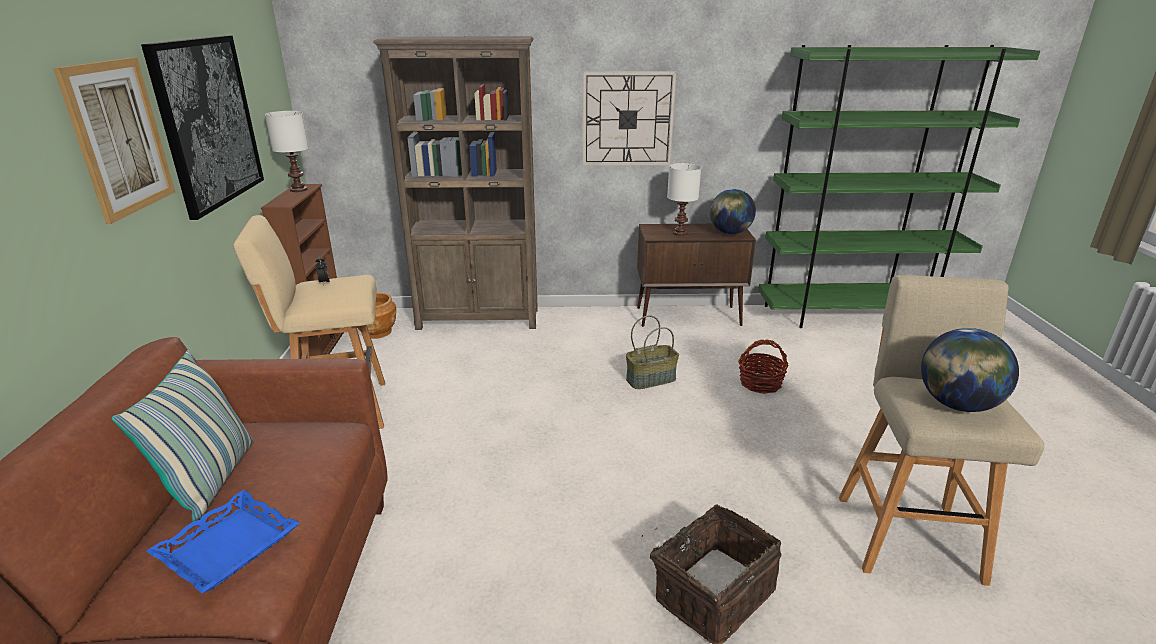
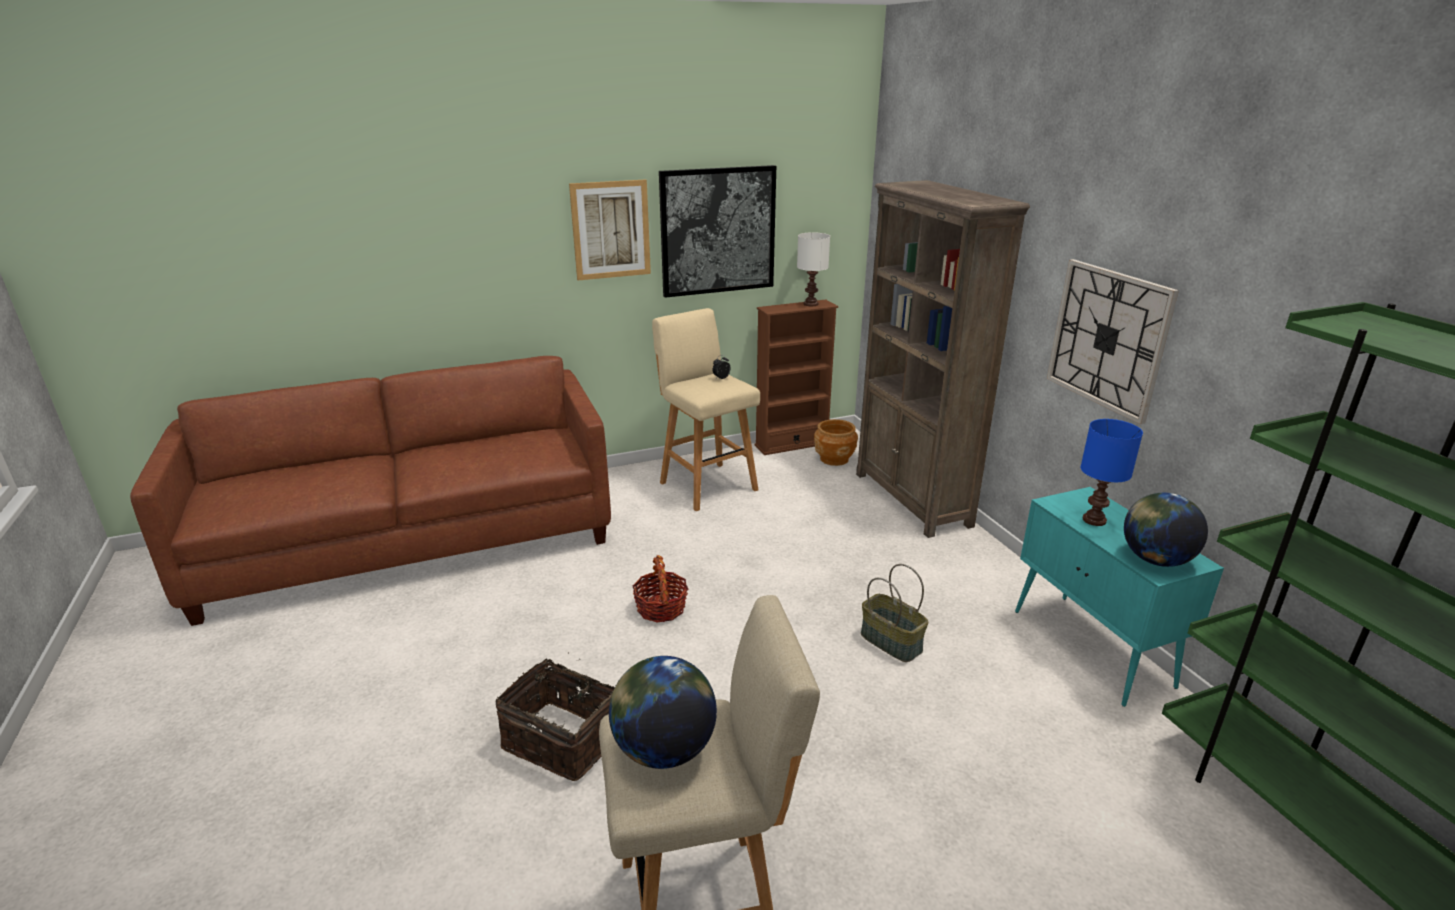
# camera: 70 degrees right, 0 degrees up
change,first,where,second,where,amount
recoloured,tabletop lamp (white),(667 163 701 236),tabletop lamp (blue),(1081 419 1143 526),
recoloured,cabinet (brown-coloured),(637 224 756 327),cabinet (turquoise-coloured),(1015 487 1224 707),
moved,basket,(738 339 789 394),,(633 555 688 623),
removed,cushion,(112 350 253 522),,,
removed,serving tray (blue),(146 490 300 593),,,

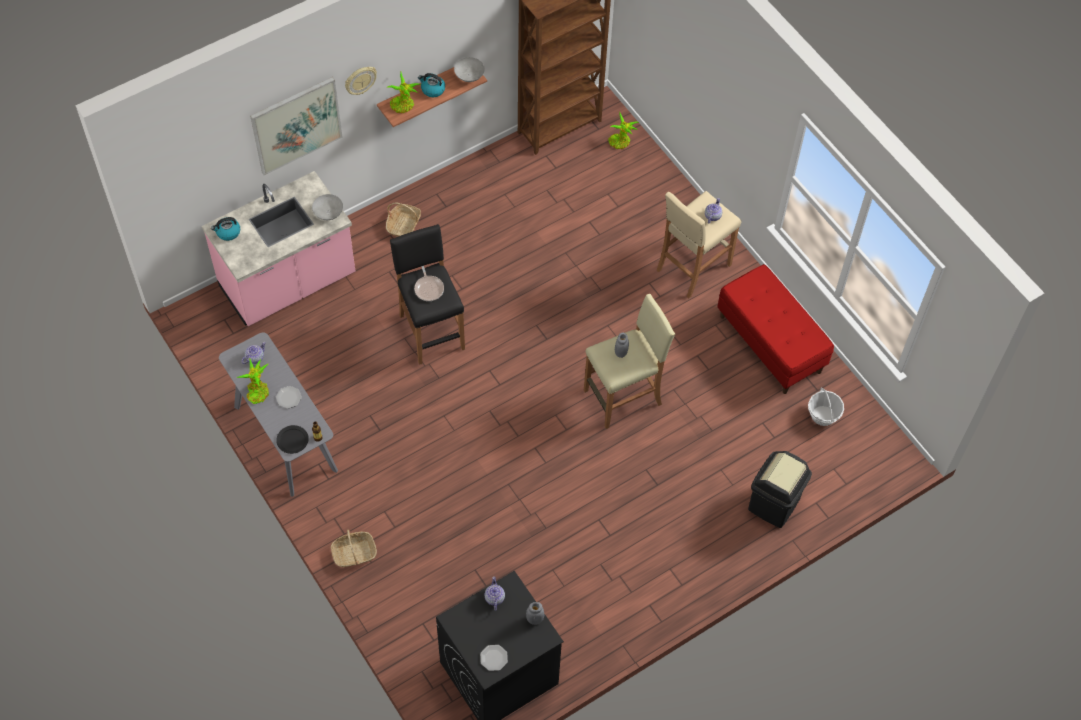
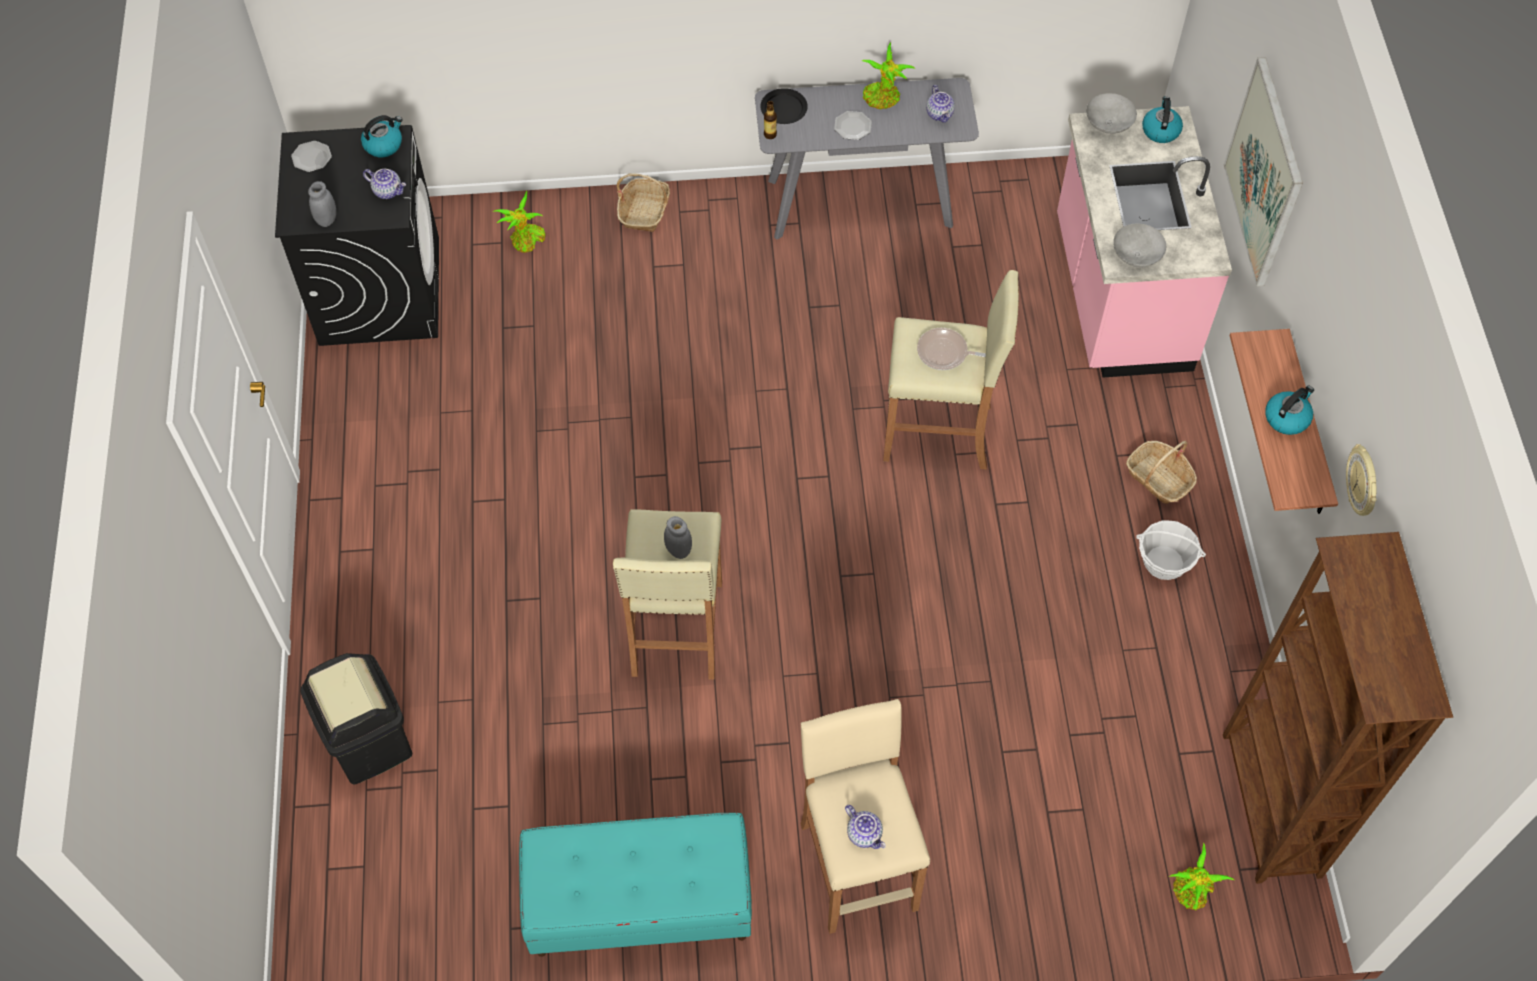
# camera: 120 degrees right, 0 degrees up
change,first,where,second,where,amount
moved,bowl (grey),(454 57 485 82),,(1086 93 1137 134),
moved,hanging clock,(345 67 377 95),,(1346 444 1377 516),
moved,plant in a pot,(388 72 421 113),,(494 190 545 253),
recoloured,stool (black-coloured),(390 224 465 365),stool (beige),(883 270 1019 470),
recoloured,long seat (red),(717 264 834 394),long seat (turquoise-coloured),(519 813 752 957),
moved,basket,(808 388 844 426),,(1136 520 1206 580),
added,,,tea kettle,(361 115 402 157),

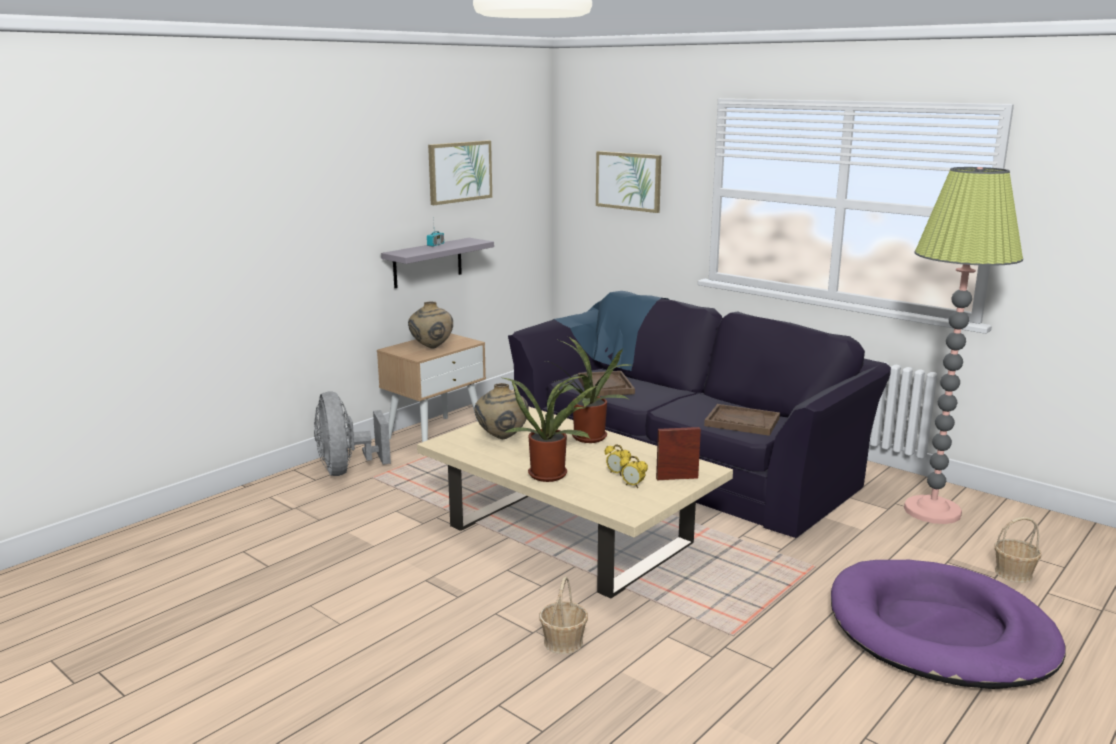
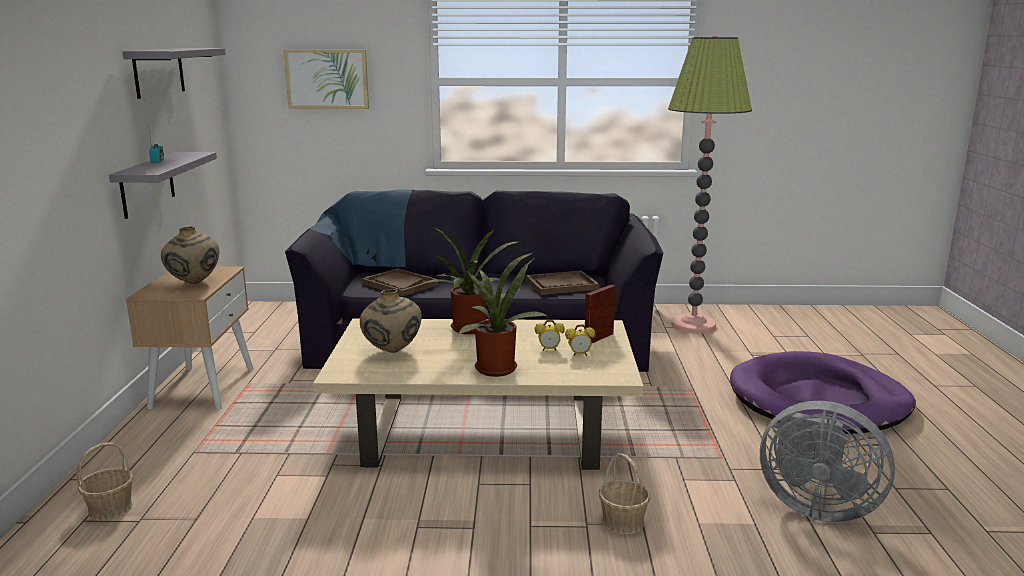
# camera: 40 degrees left, 0 degrees up
change,first,where,second,where,amount
replaced,wall picture,(428 140 492 205),shelf (grey),(123 48 226 99),
moved,cooling fan (grey),(314 392 391 476),,(760 401 895 523),
moved,basket,(994 517 1042 583),,(76 443 134 521),

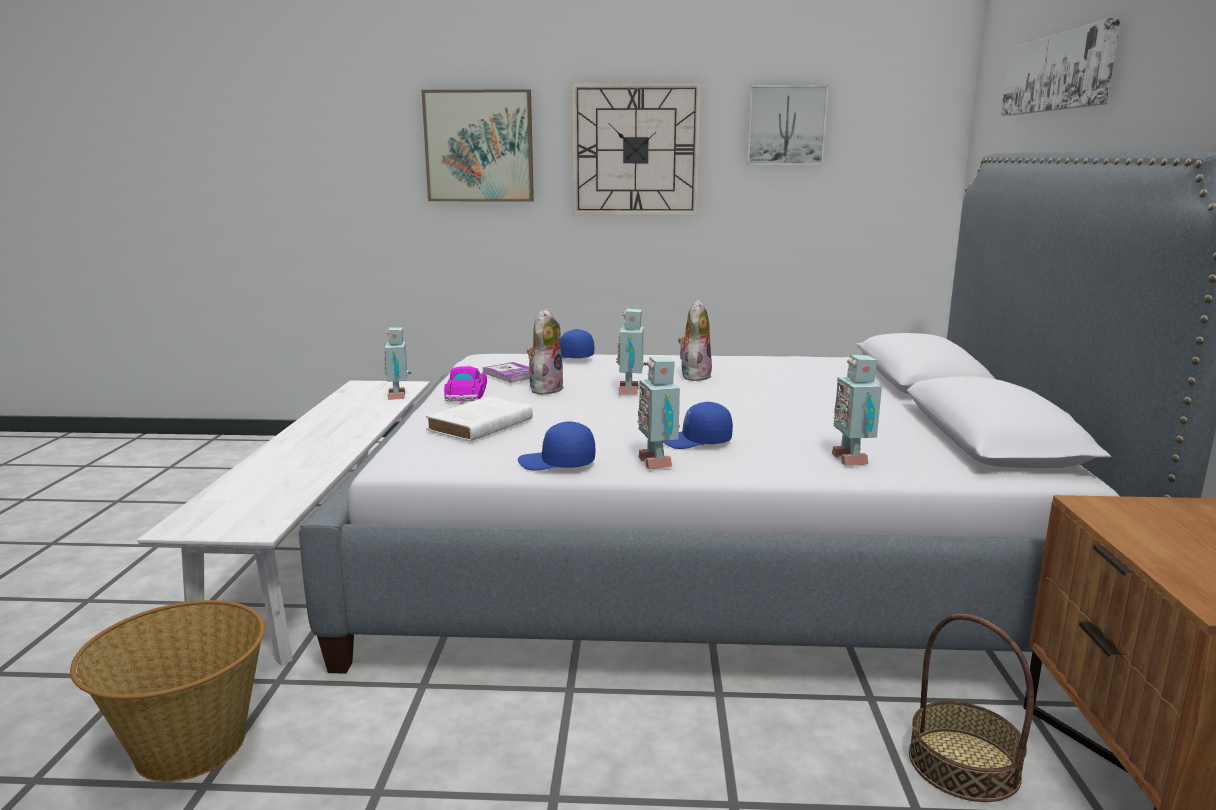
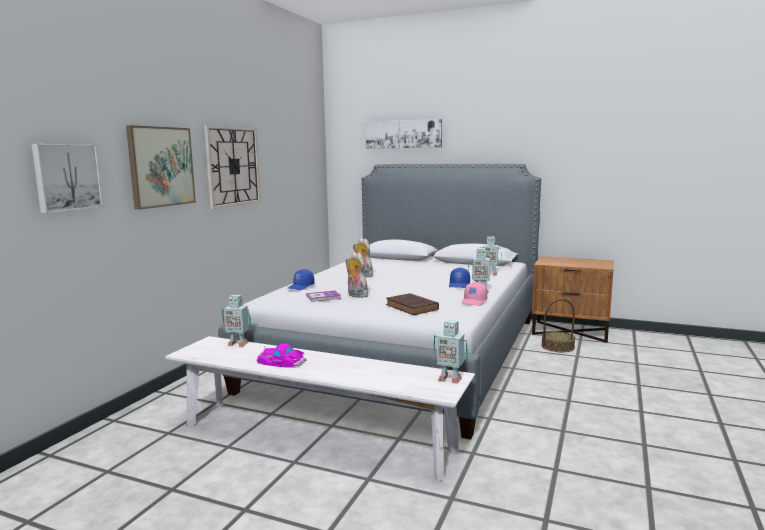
# camera: 70 degrees left, 5 degrees down
change,first,where,second,where,amount
moved,wall picture,(747 85 829 165),,(31 144 103 213),
moved,robot figure,(616 309 647 394),,(433 320 468 384),
moved,toy car,(444 365 487 401),,(256 343 307 368),
recoloured,volume (white),(426 396 533 442),volume (brown-coloured),(386 293 439 315),
recoloured,cap (blue),(518 421 595 471),cap (pink-coloured),(461 282 487 306),
removed,basket,(70 600 265 782),,,

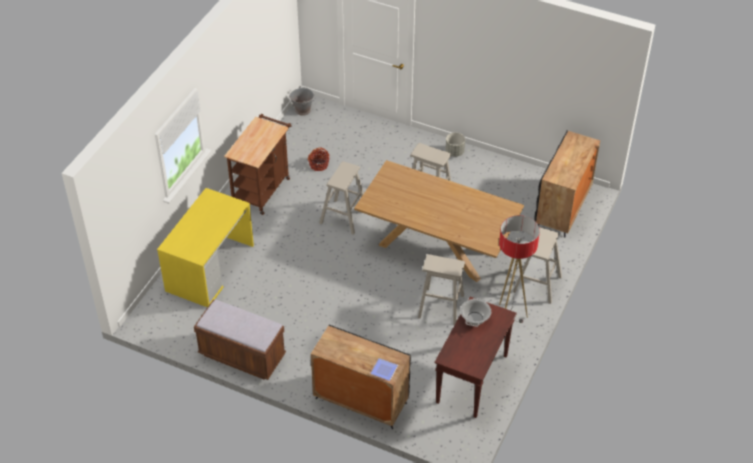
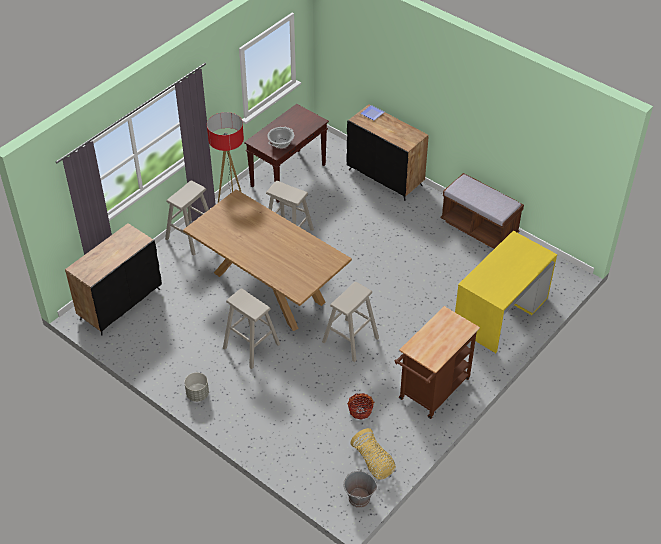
# camera: 165 degrees left, 0 degrees up
change,first,where,second,where,amount
added,,,basket,(350 428 396 480),

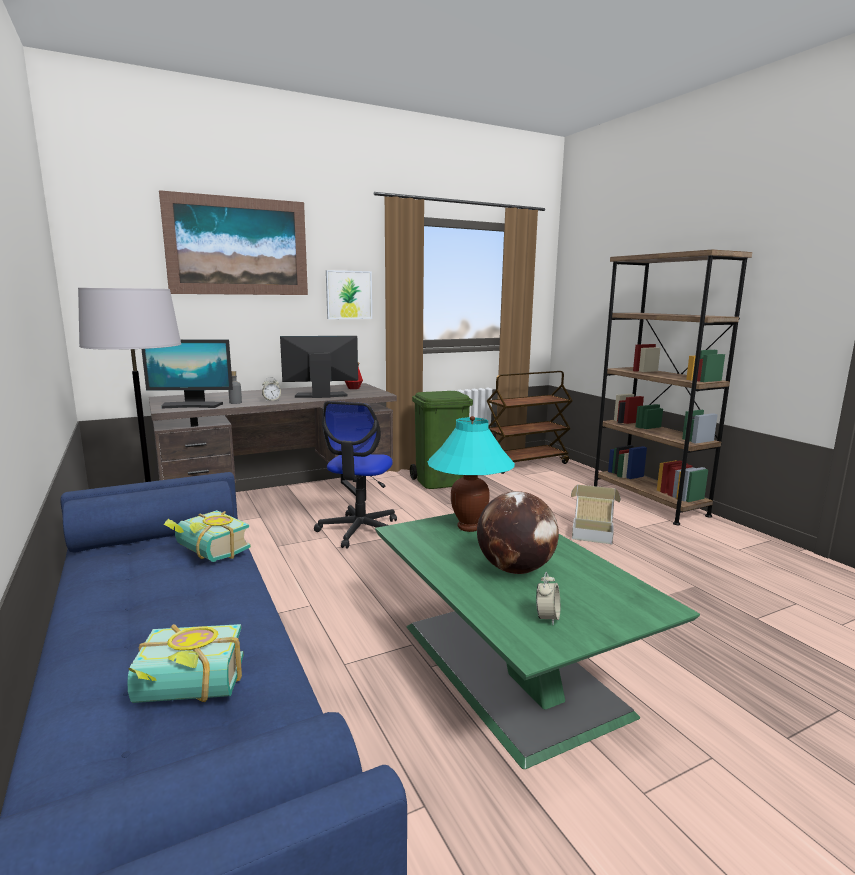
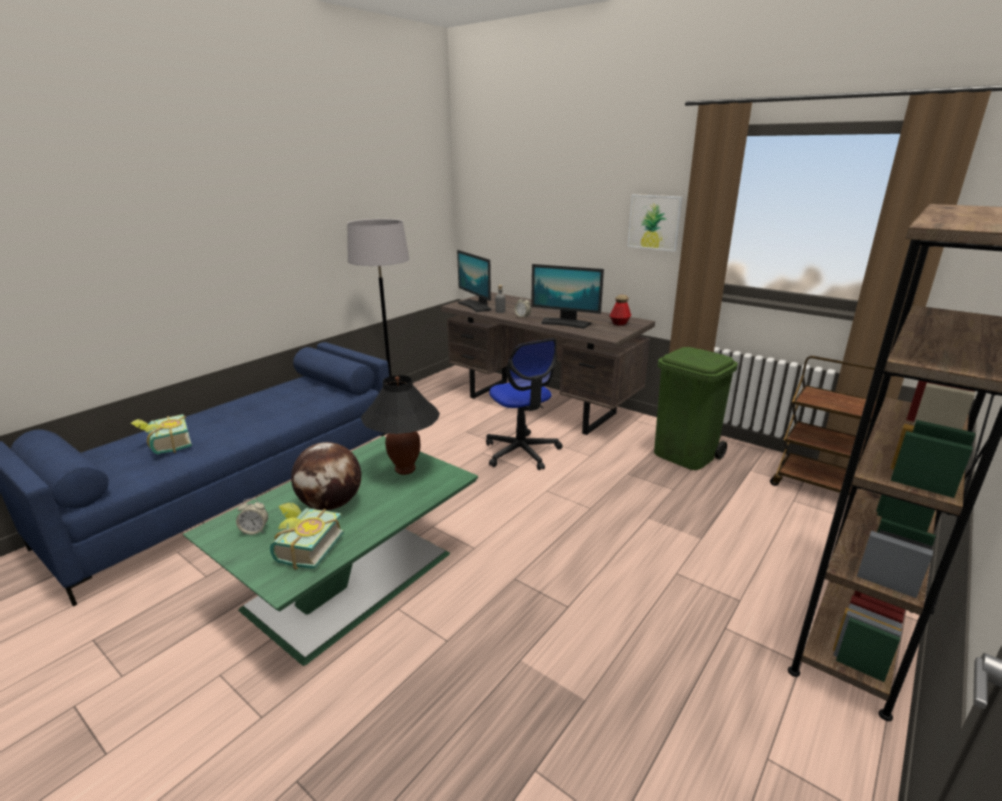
# camera: 65 degrees right, 10 degrees up
change,first,where,second,where,amount
removed,wall picture,(159 190 308 295),,,
turned,computer display,(280 336 358 398),,(531 264 604 329),150 degrees clockwise
turned,office chair,(314 401 397 549),,(486 338 562 470),105 degrees counterclockwise
recoloured,tabletop lamp (turquoise-coloured),(428 416 515 532),tabletop lamp (black-coloured),(361 375 440 475),
removed,carton,(571 485 621 544),,,
moved,volume,(164 510 251 562),,(270 502 344 570),

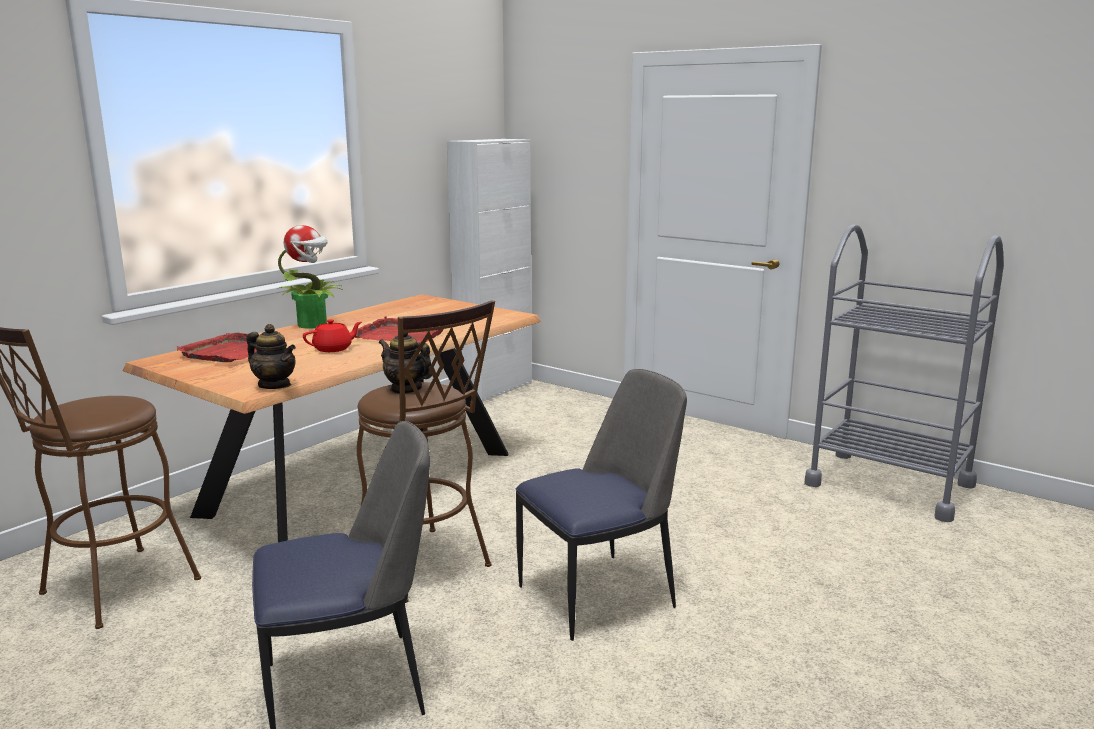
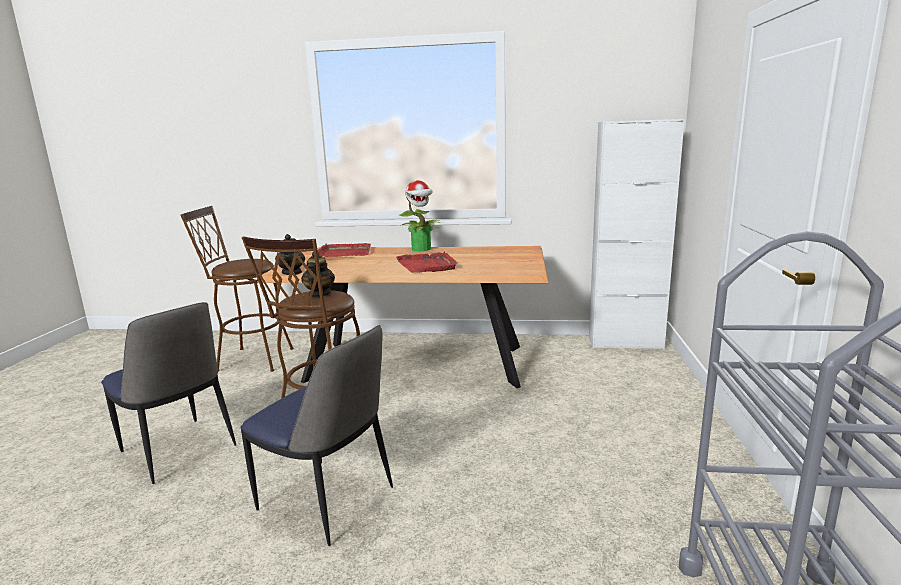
# camera: 60 degrees right, 0 degrees up
change,first,where,second,where,amount
removed,teapot (red),(303 319 362 352),,,

